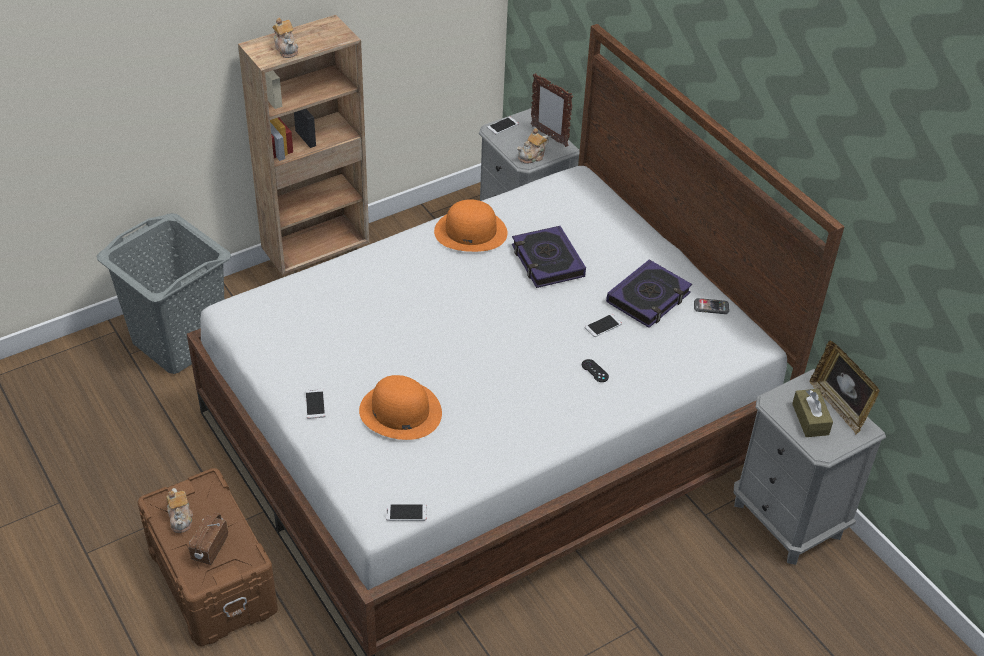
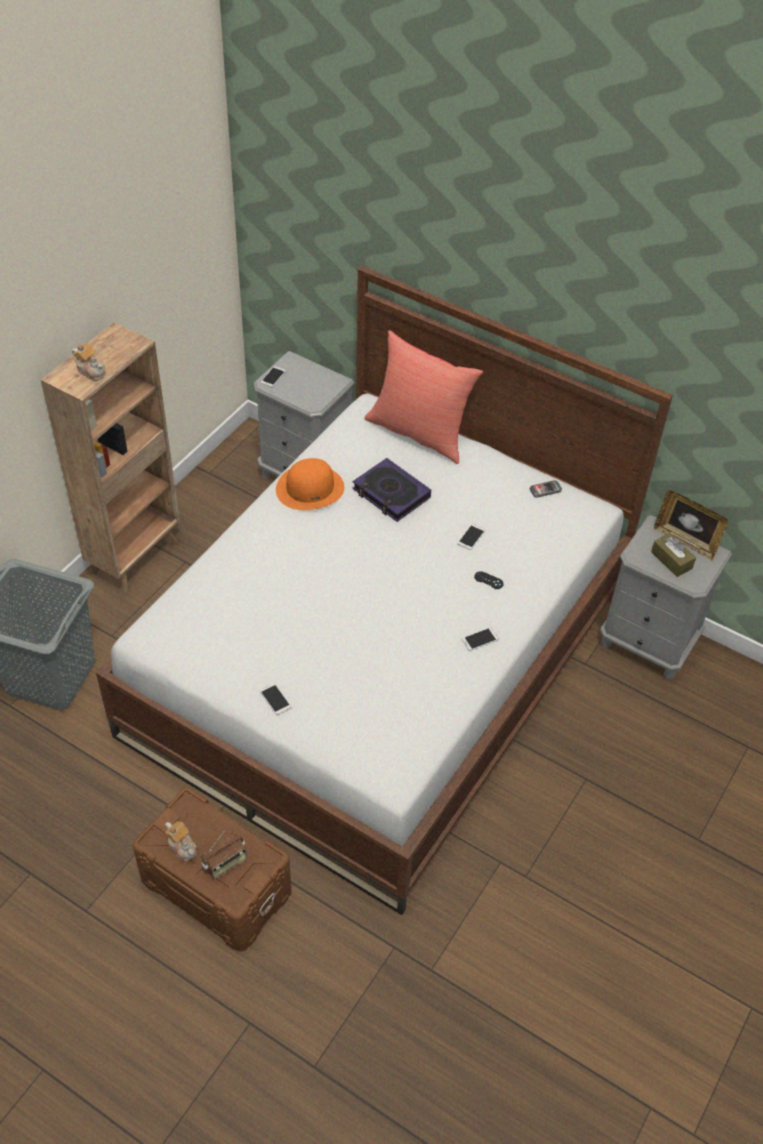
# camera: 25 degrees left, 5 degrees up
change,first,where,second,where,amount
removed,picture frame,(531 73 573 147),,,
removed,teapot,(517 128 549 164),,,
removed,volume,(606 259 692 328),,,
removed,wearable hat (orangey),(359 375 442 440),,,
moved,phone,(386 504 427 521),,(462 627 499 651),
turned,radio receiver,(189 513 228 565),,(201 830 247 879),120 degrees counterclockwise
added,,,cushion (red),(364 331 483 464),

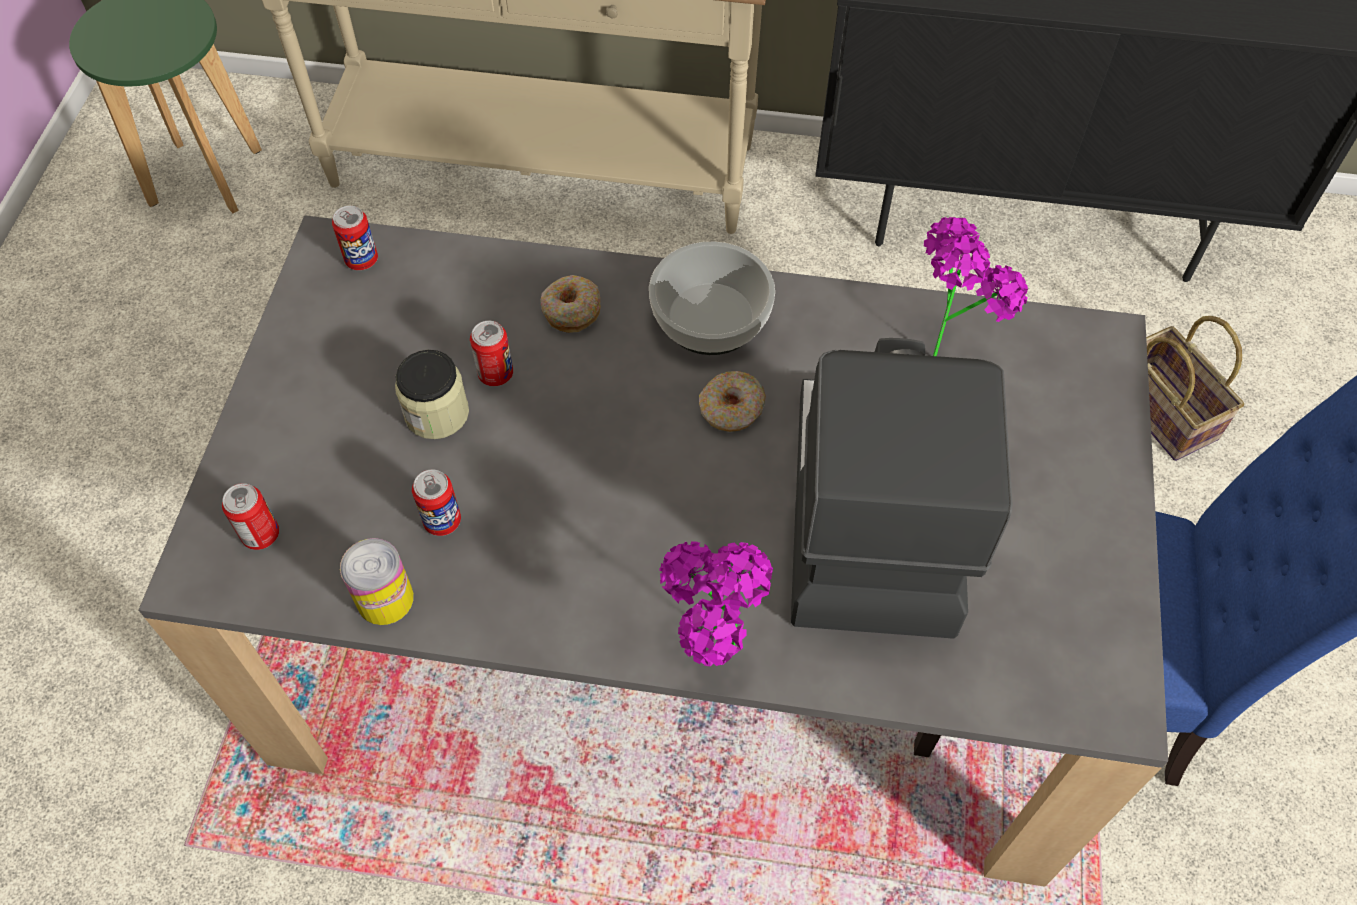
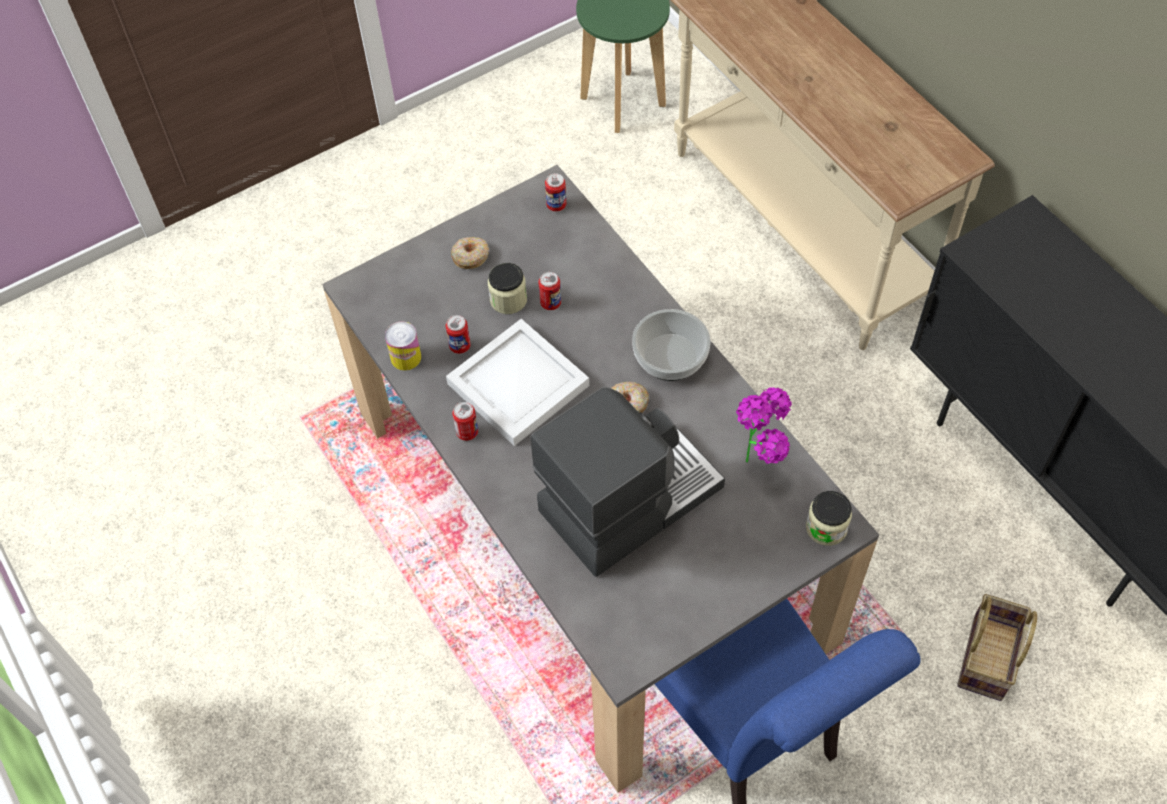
# camera: 50 degrees right, 0 degrees up
change,first,where,second,where,amount
moved,doughnut,(540 275 601 333),,(451 237 489 269),
moved,sealed can,(222 483 279 550),,(452 402 478 441),
removed,plant in a pot,(659 541 773 666),,,
added,,,serving tray (white),(446 319 589 446),
added,,,storage jar,(806 491 852 546),

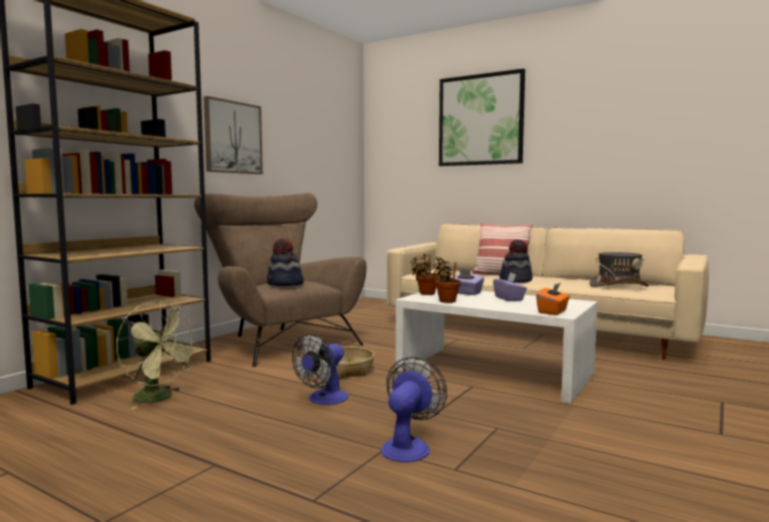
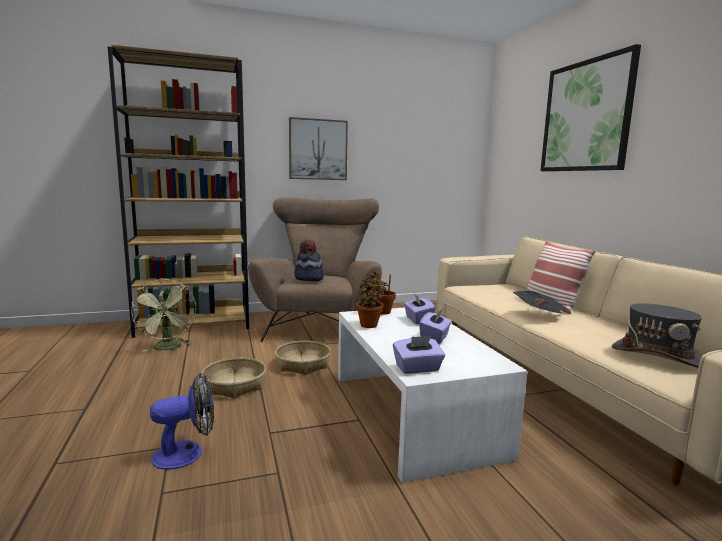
# camera: 40 degrees right, 5 degrees up
change,first,where,second,where,amount
replaced,wearable hat,(500 240 533 283),printed paper,(513 291 566 313),
recoloured,tissue holder (orangey),(536 283 570 315),tissue holder (purplish),(393 336 445 374),
replaced,cooling fan,(292 334 348 405),basket,(202 358 266 399),

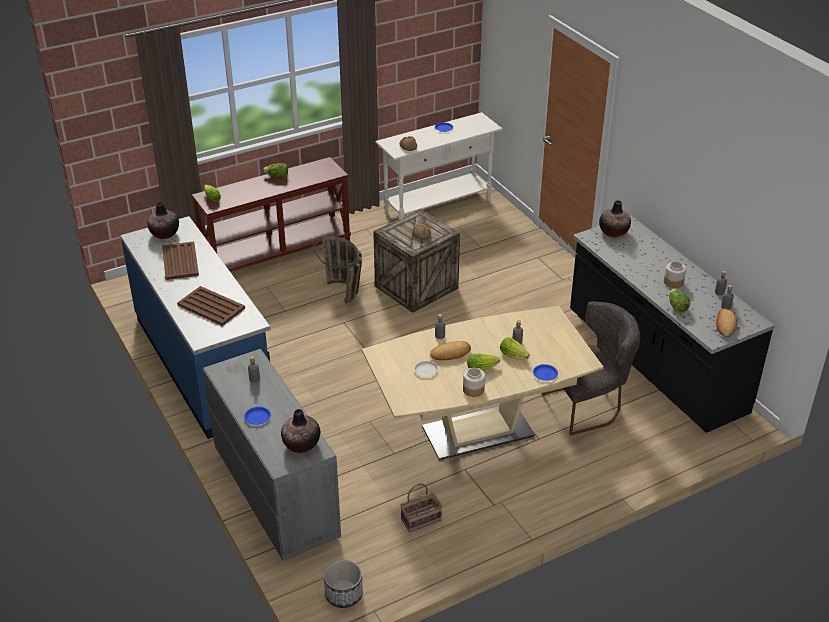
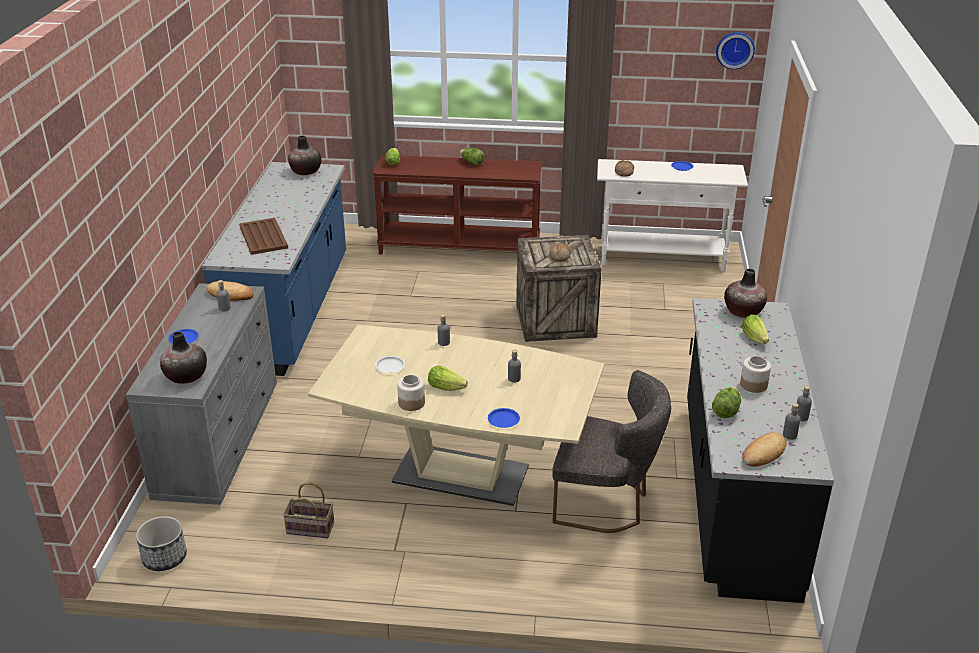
# camera: 35 degrees right, 5 degrees down
change,first,where,second,where,amount
removed,basket,(312 236 362 304),,,
removed,serving tray (brown-coloured),(162 241 199 280),,,
moved,lettuce,(500 337 530 360),,(742 314 769 344),
moved,baked bread,(430 341 471 360),,(206 281 253 301),
added,,,hanging clock,(716 32 755 69),

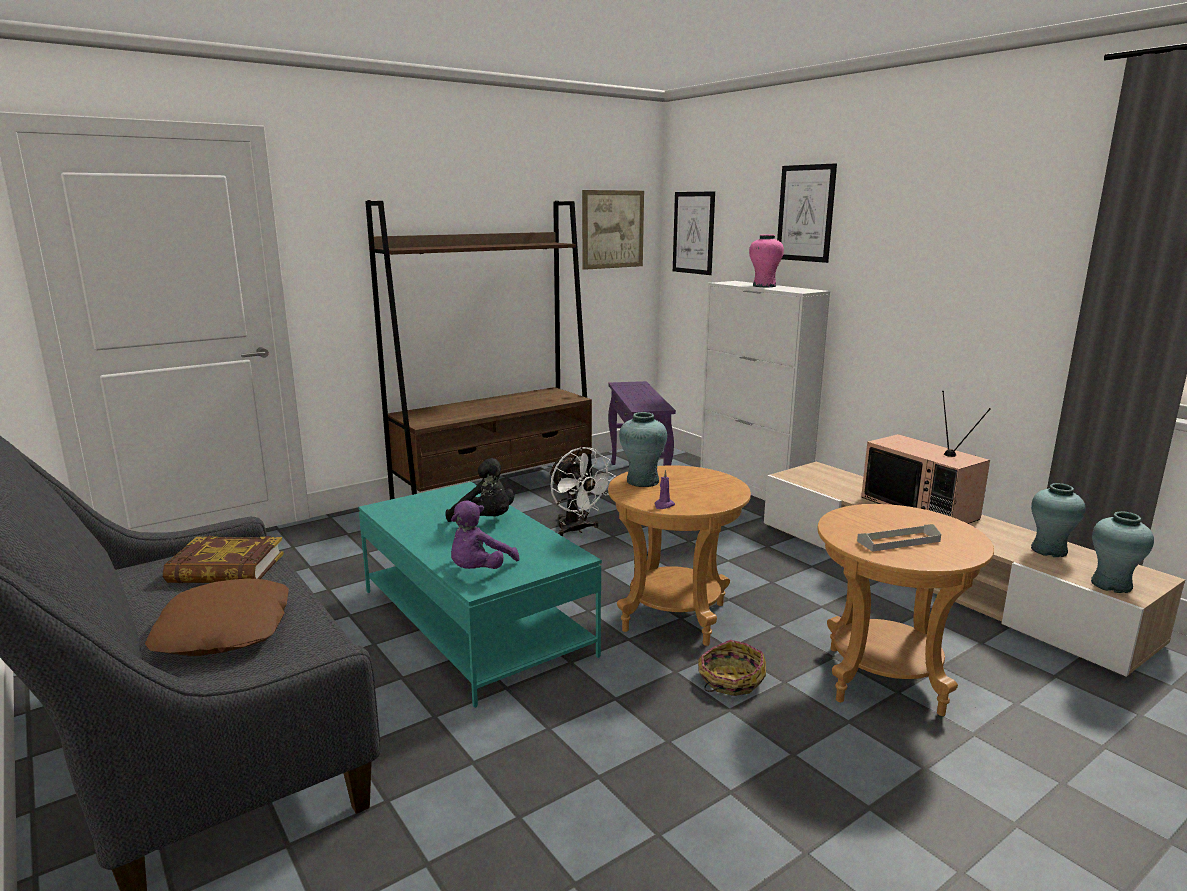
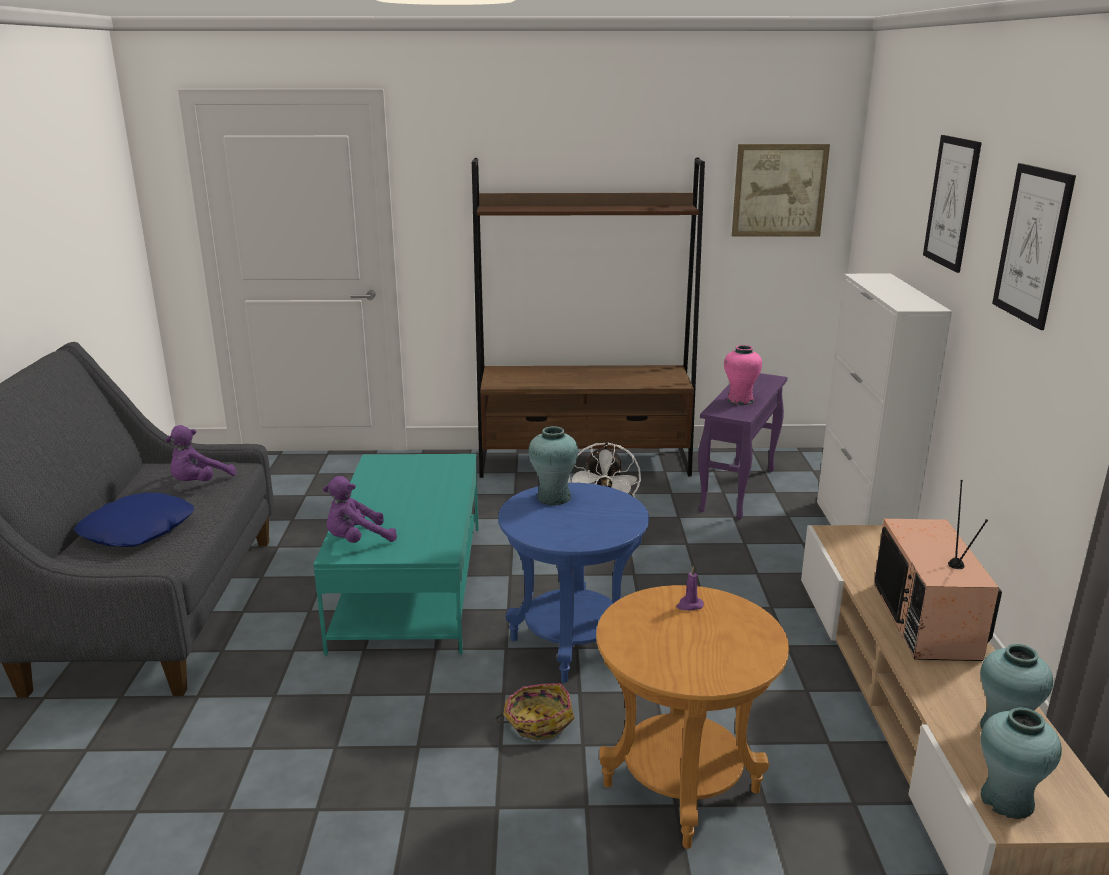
# camera: 35 degrees right, 5 degrees up
change,first,where,second,where,amount
moved,wall picture,(673 192 715 275),,(992 163 1076 330),
moved,decorative vase (pink-coloured),(749 234 784 287),,(724 345 762 405),
removed,plush toy (black-coloured),(445 458 514 522),,,
recoloured,accent table (brown-coloured),(608 465 751 646),accent table (blue),(498 483 649 683),
moved,wax candle (purplish),(654 470 675 509),,(676 566 704 611),
removed,serving tray (grey),(857 524 941 552),,,
replaced,volume,(163 536 284 583),plush toy (purplish),(166 425 236 481),
recoloured,cushion (brown-coloured),(145 578 289 656),cushion (blue),(74 493 194 547),

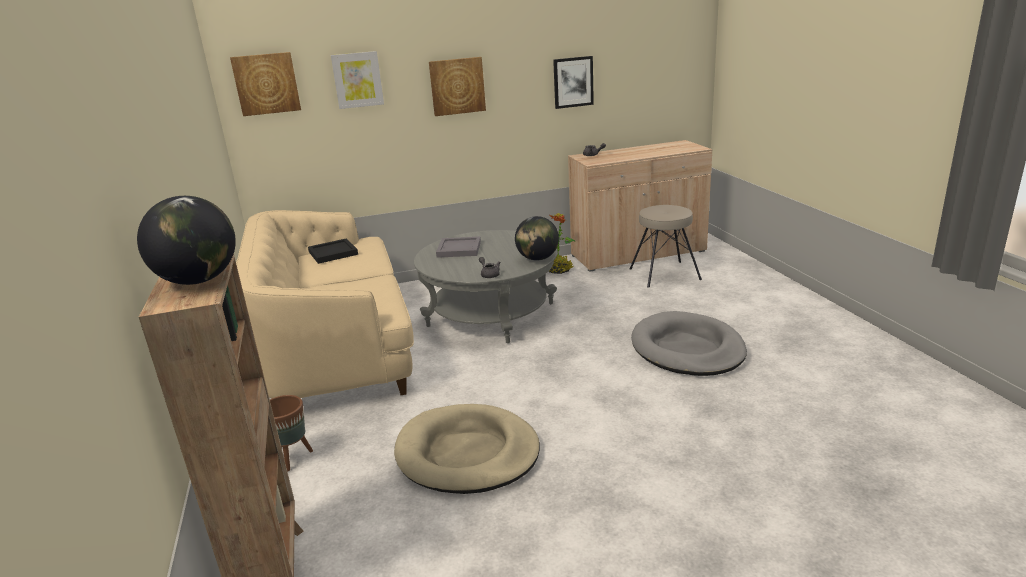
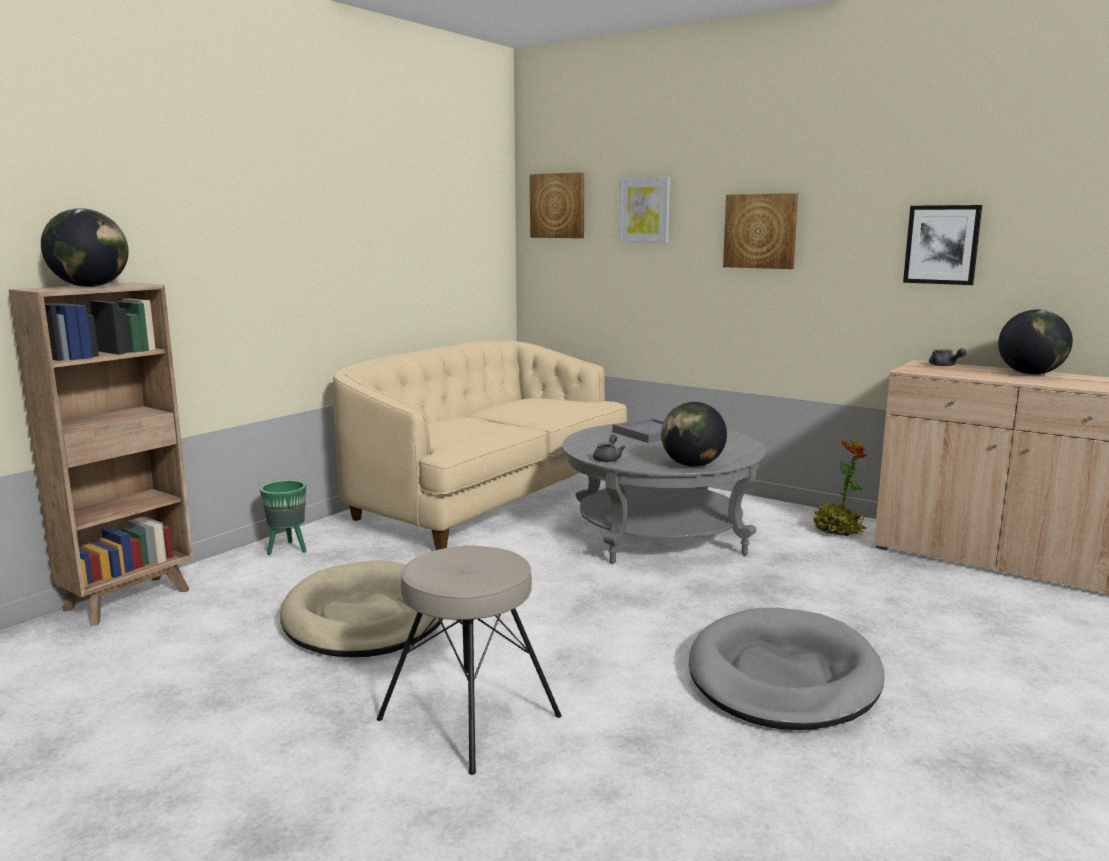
# camera: 50 degrees right, 10 degrees down
change,first,where,second,where,amount
moved,stool (beige),(630 205 702 288),,(377 546 561 775),
removed,serving tray (black-coloured),(308 238 358 264),,,
recoloured,plant pot (brown-coloured),(270 395 313 471),plant pot (green),(260 480 307 555),
added,,,desk globe,(998 310 1073 375),

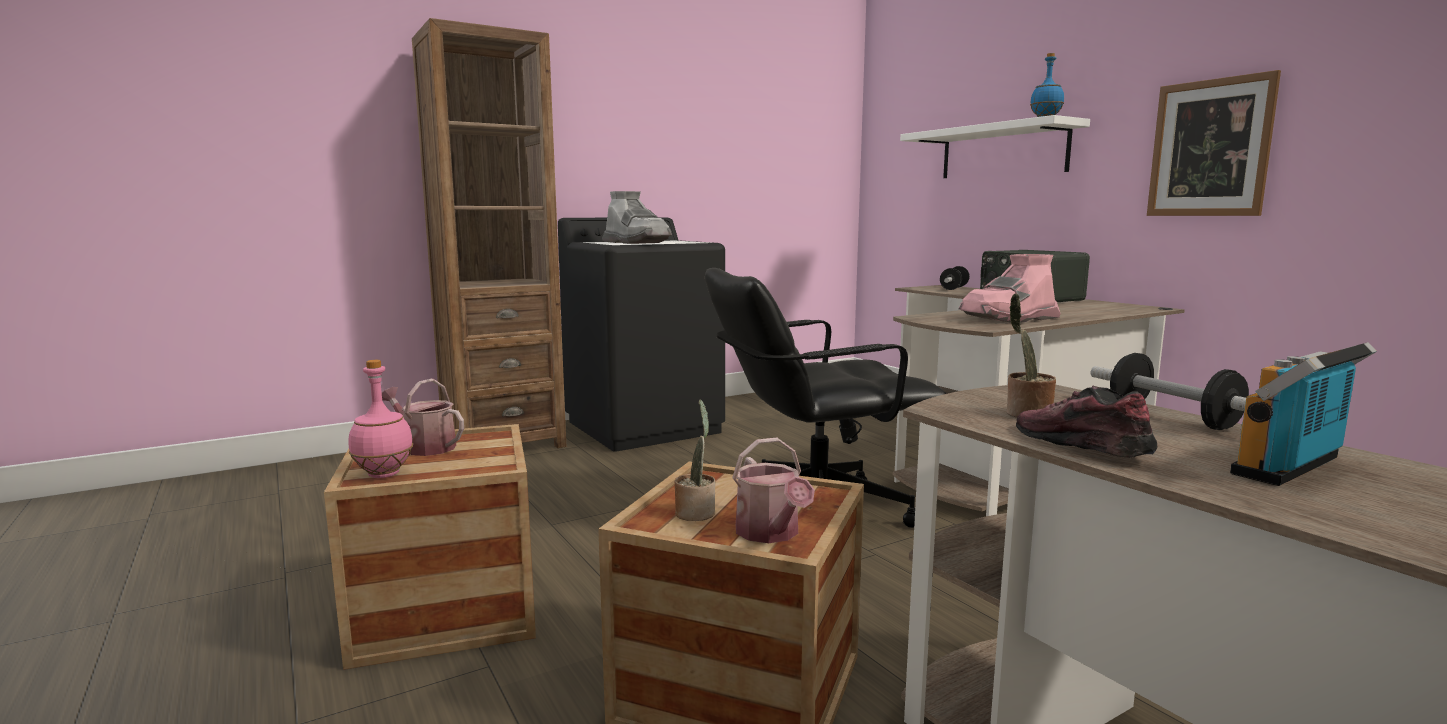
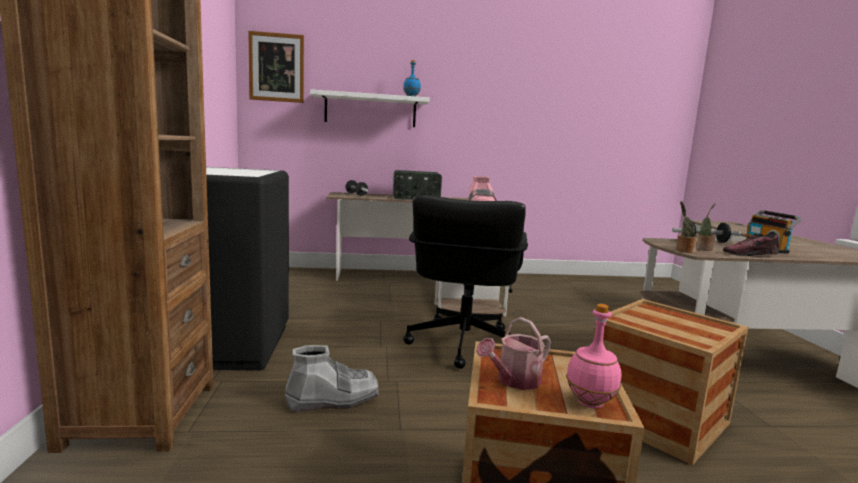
# camera: 65 degrees left, 0 degrees up
change,first,where,second,where,amount
moved,wall picture,(1147 70 1281 216),,(248 31 304 103),
moved,tall boot (grey),(602 191 672 244),,(285 345 379 412),
moved,plant in a pot,(675 399 715 521),,(676 201 698 253),
removed,watering pot,(732 438 815 543),,,

